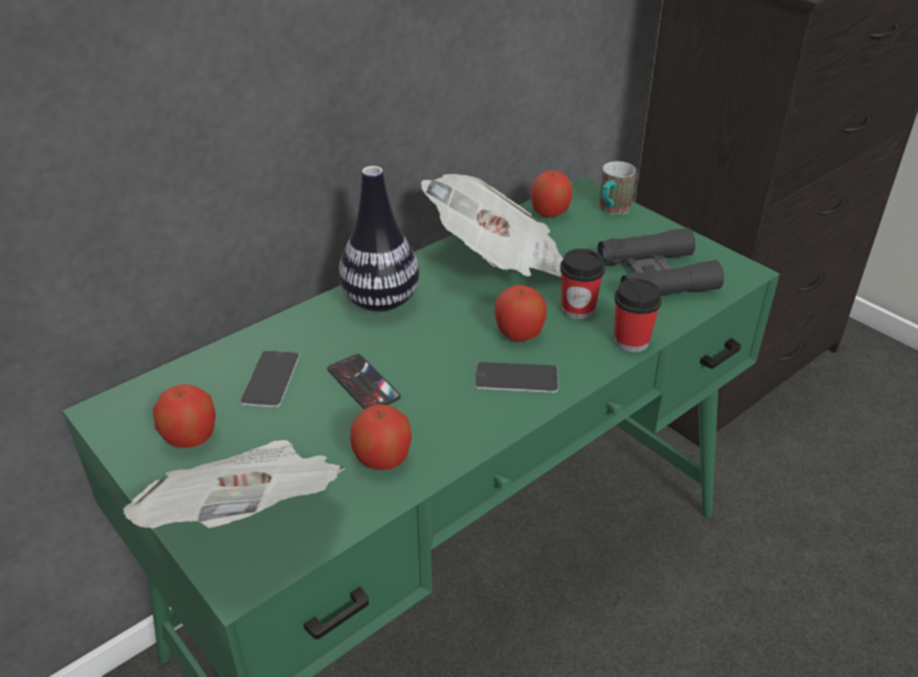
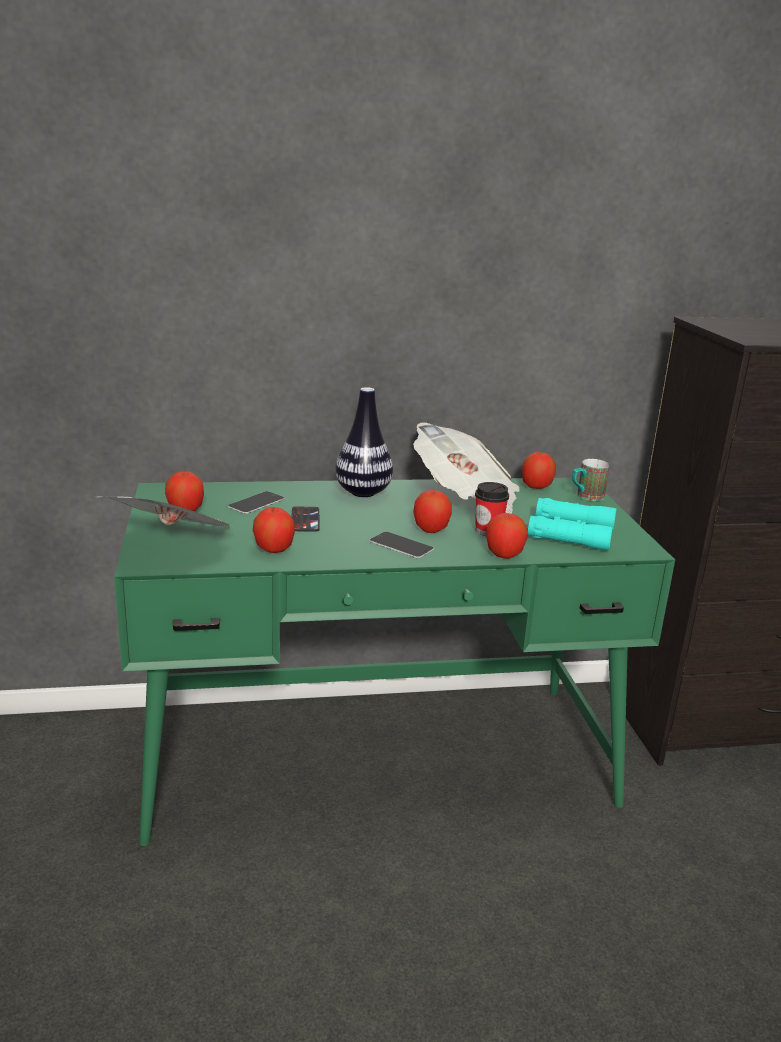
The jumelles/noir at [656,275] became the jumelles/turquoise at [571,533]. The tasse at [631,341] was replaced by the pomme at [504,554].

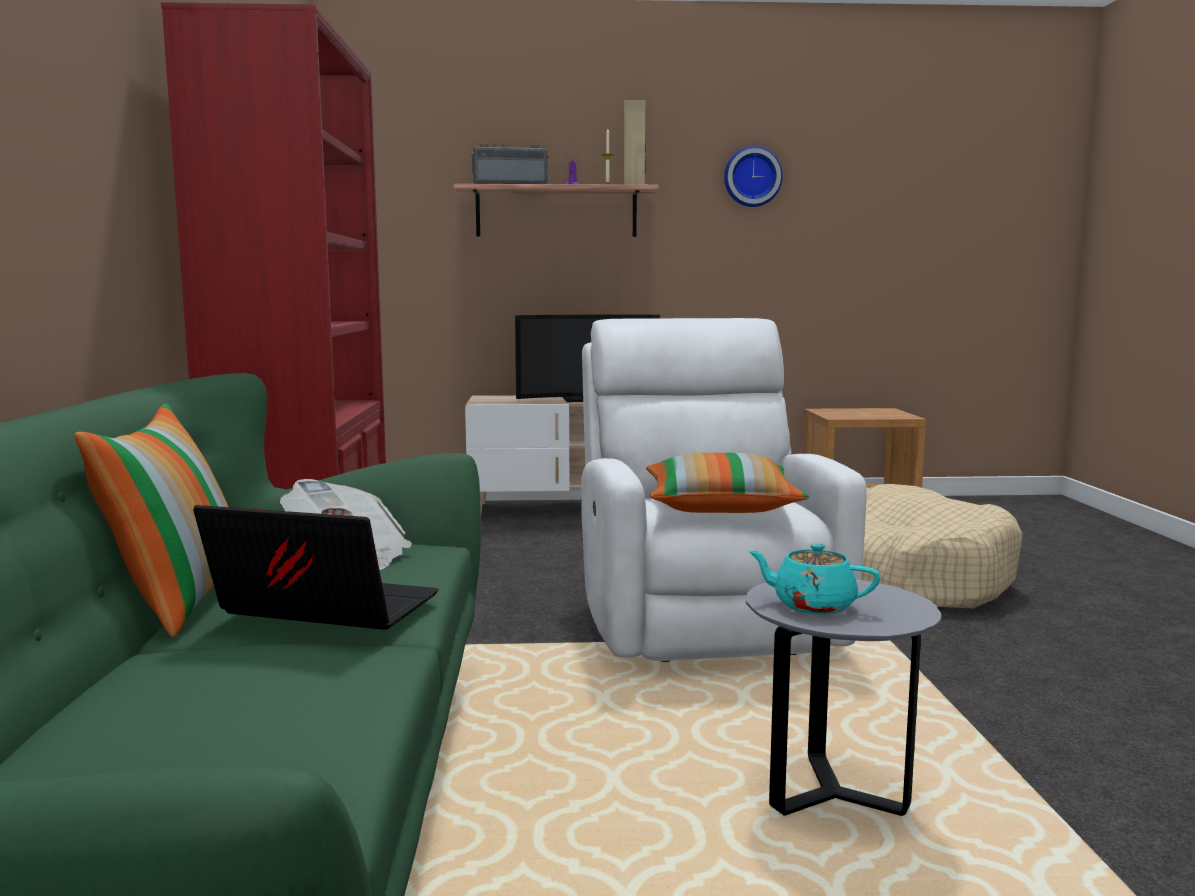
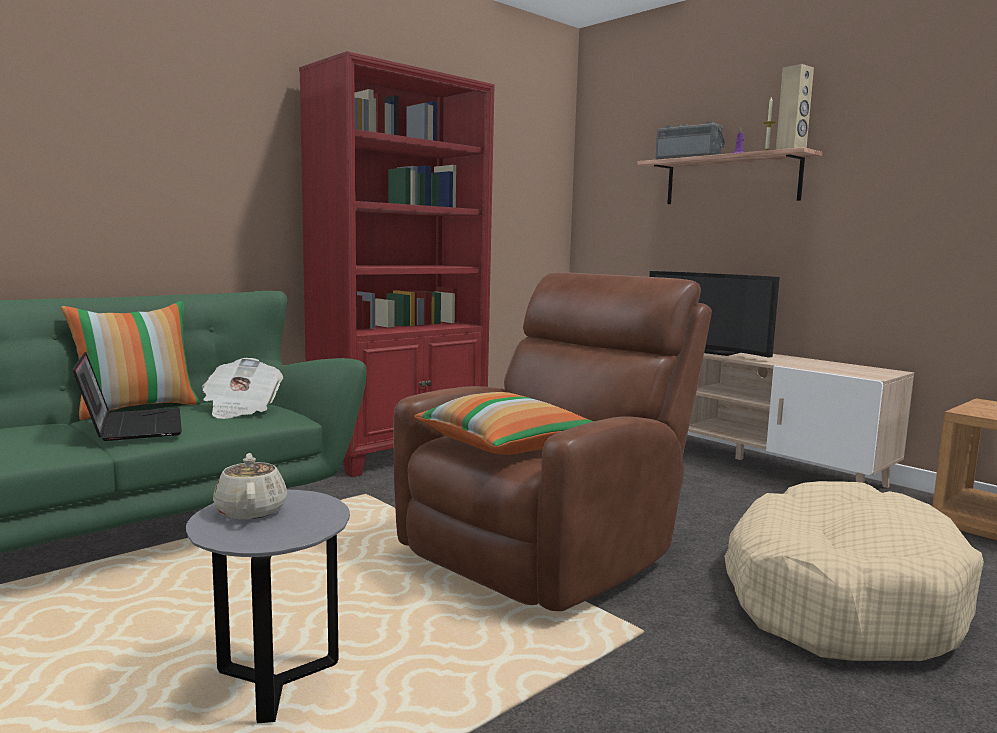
The horloge murale at [752,177] disappeared. The fauteuil/blanc at [704,622] became the fauteuil/marron at [548,553]. The théière/turquoise at [812,605] became the théière/beige at [251,510].

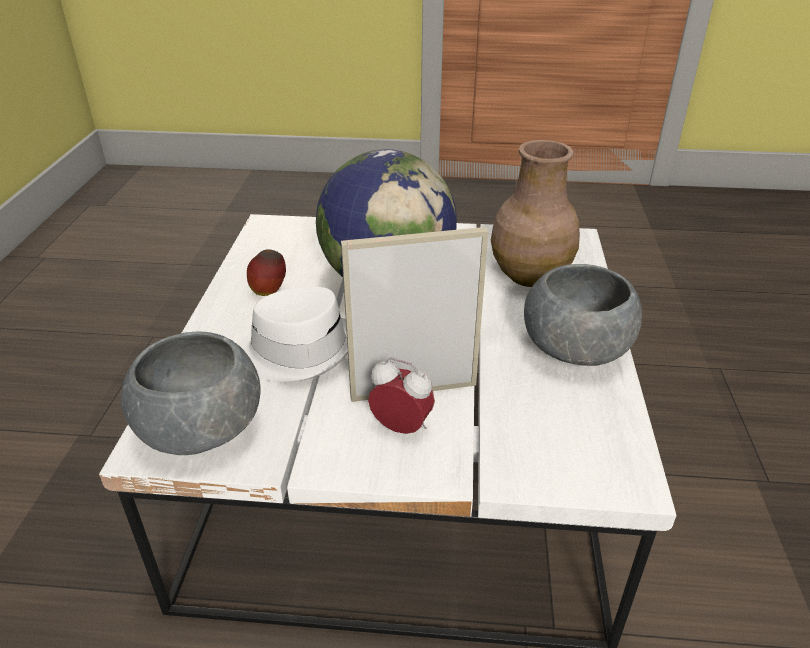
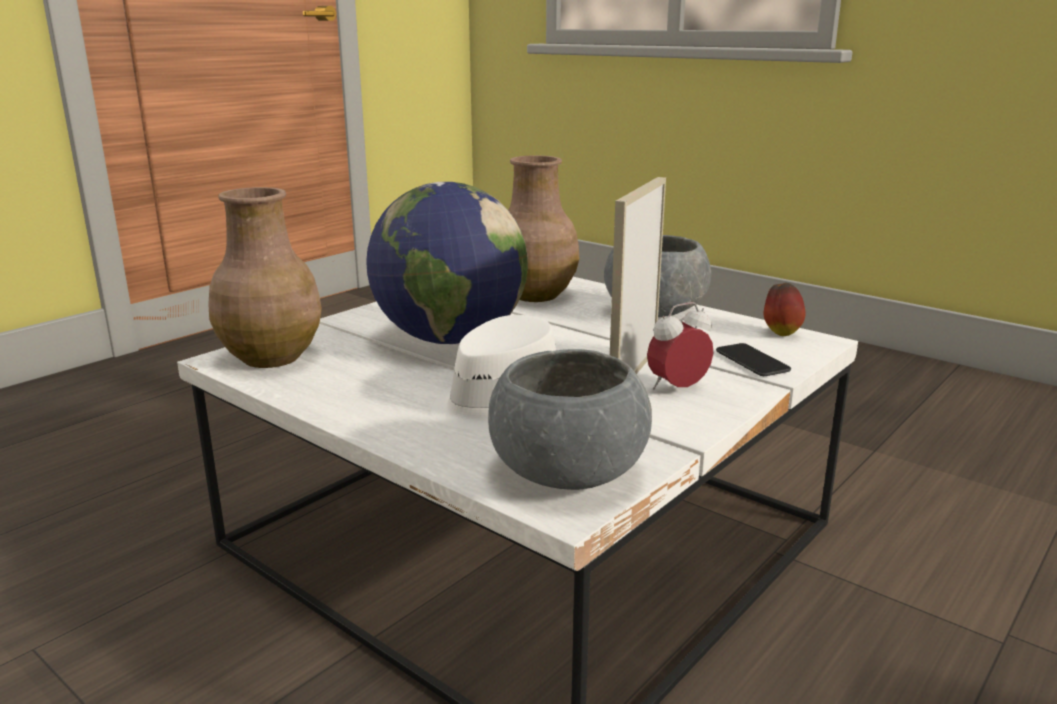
The pomme moved from [269,292] to [781,333]. The vase/marron at [273,357] appeared. The téléphone at [752,361] appeared.

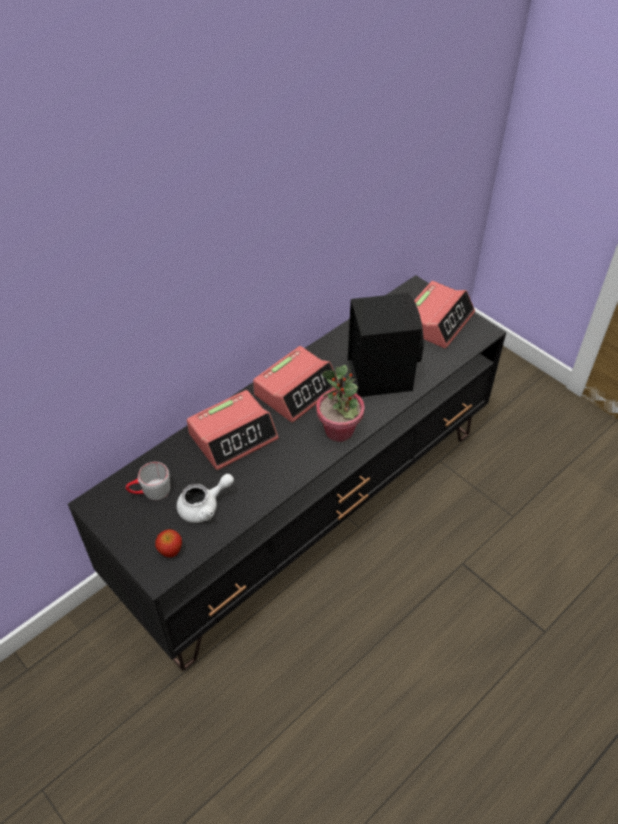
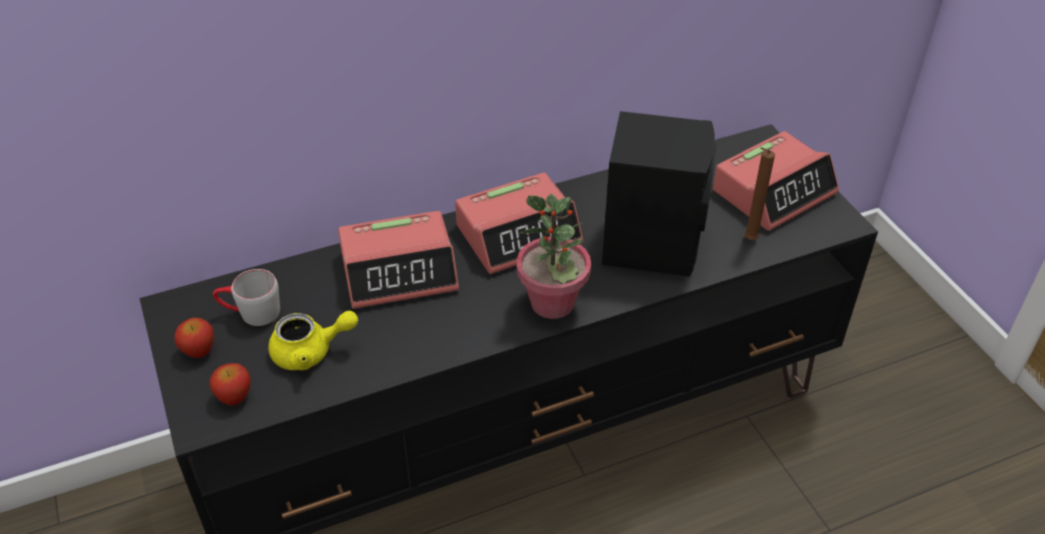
The théière/blanc at [204,506] became the théière/jaune at [311,352]. The bougie/marron at [748,240] appeared. The pomme at [199,350] appeared.

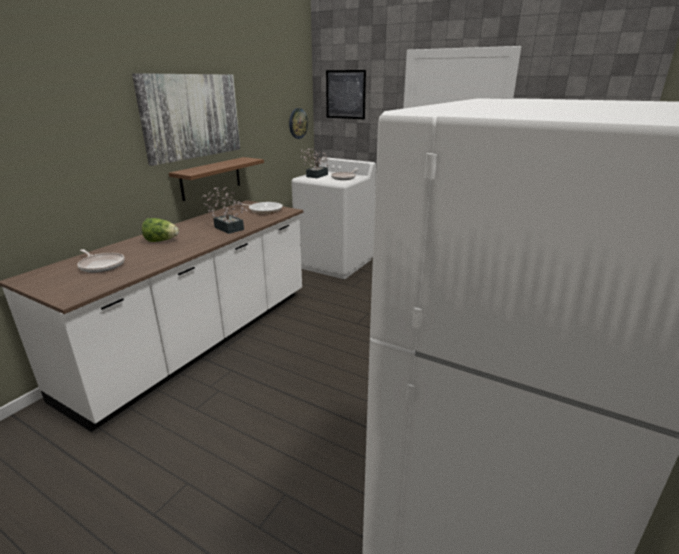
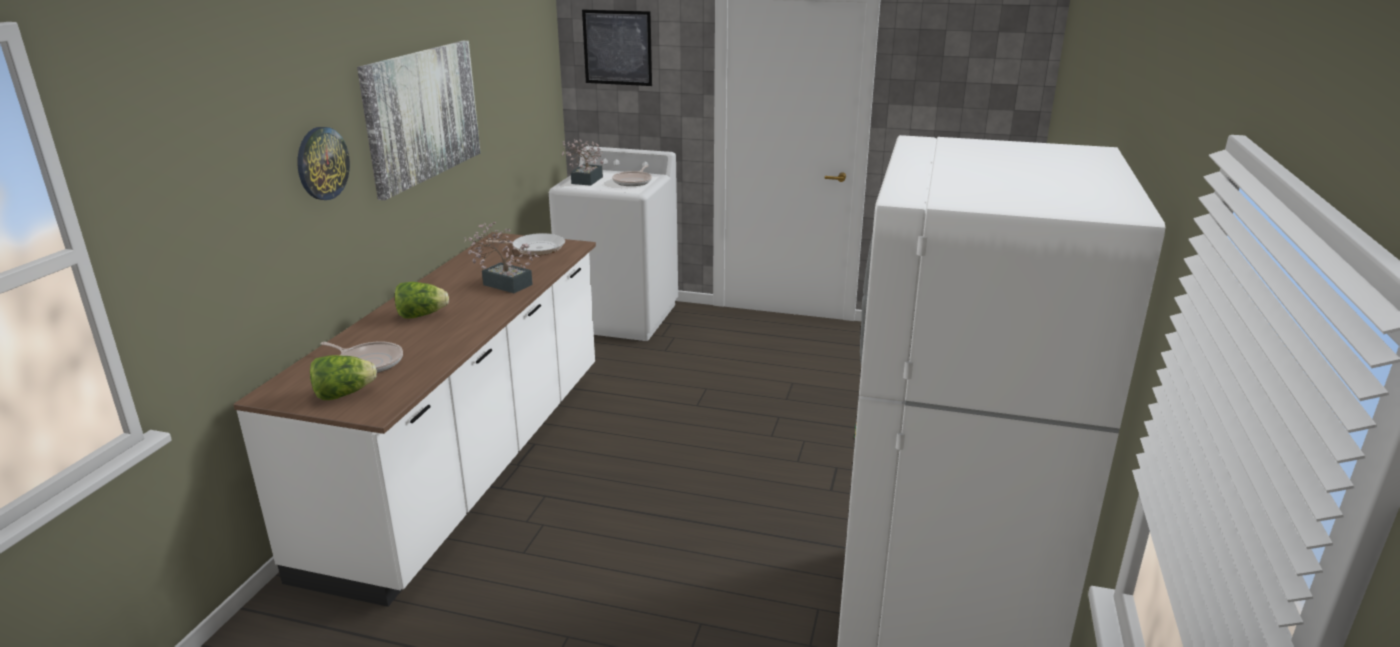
The horloge murale moved from [297,123] to [322,163]. The étagère/marron at [211,178] disappeared. The laitue at [344,394] appeared.

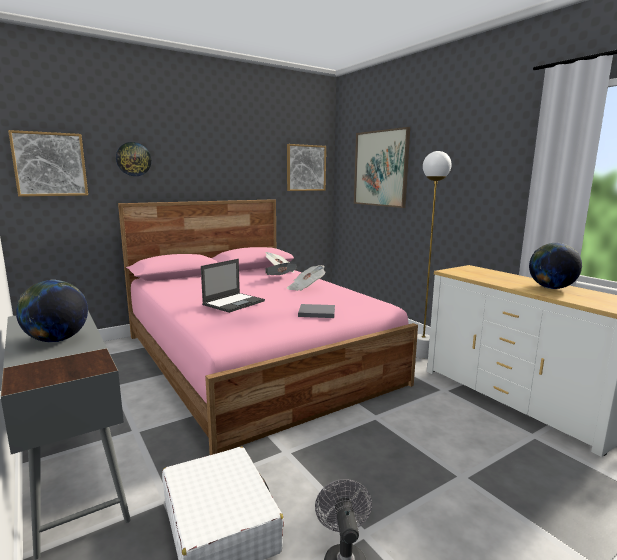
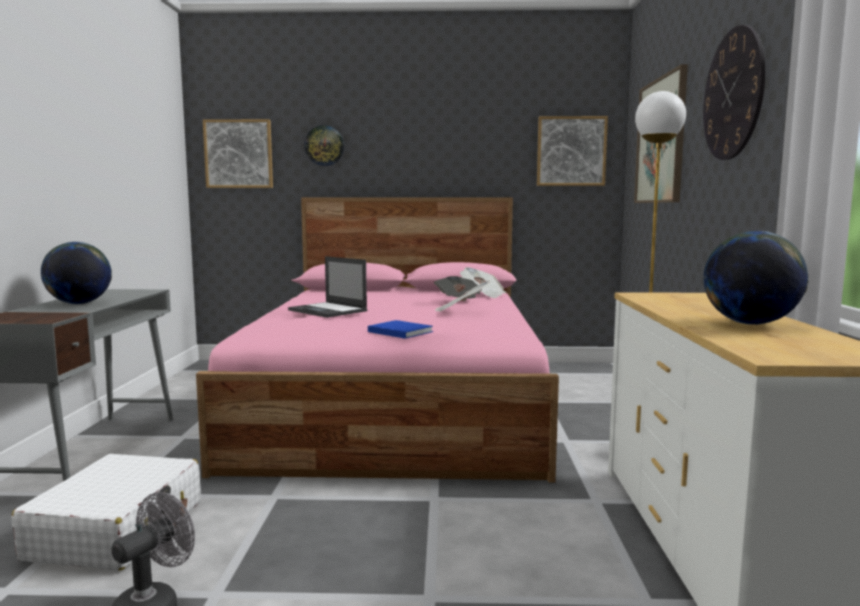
The ordinateur portable at [234,302] turned 60 degrees clockwise. The livre/gris at [315,312] became the livre/bleu at [399,331]. The horloge murale at [733,94] appeared.

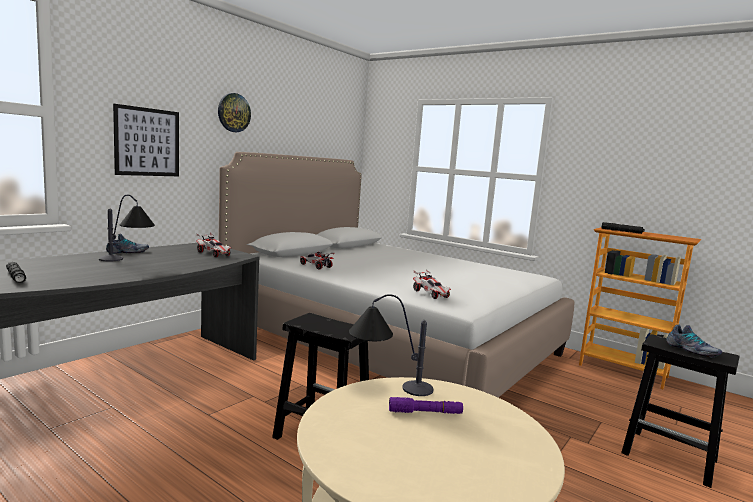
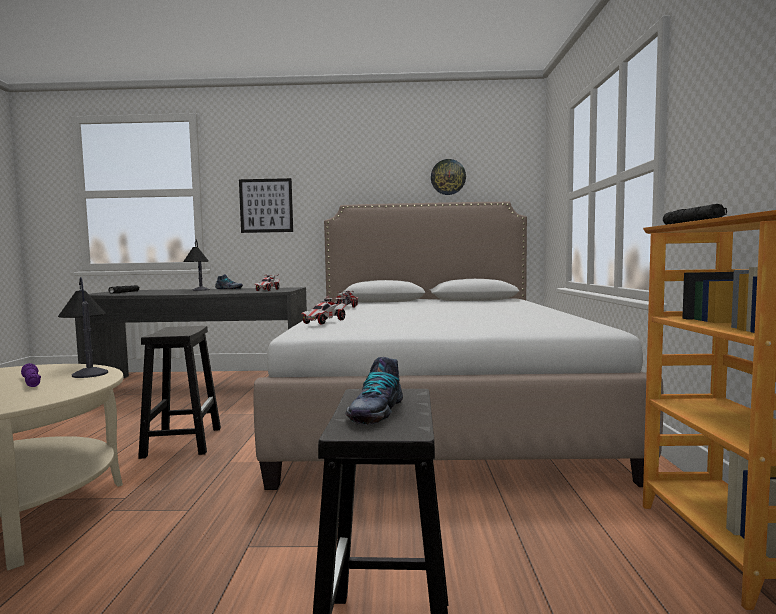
The horloge murale moved from [234,112] to [448,177].

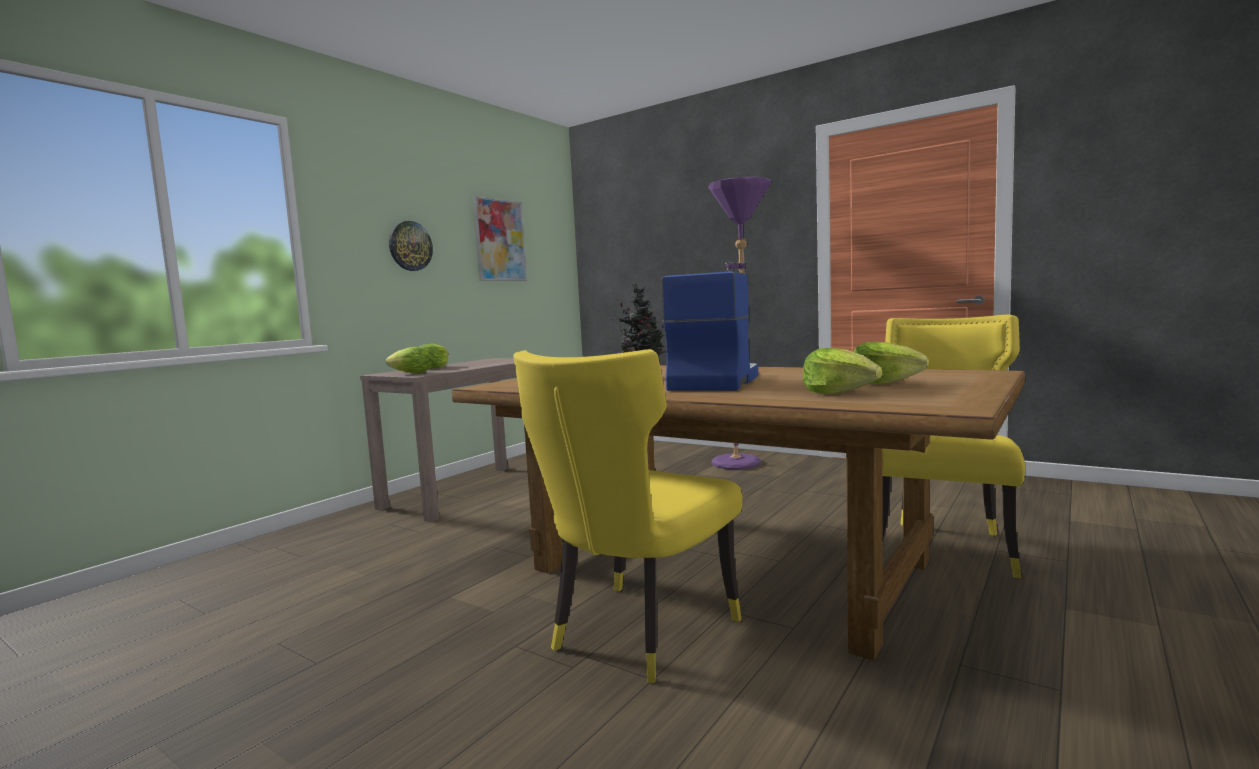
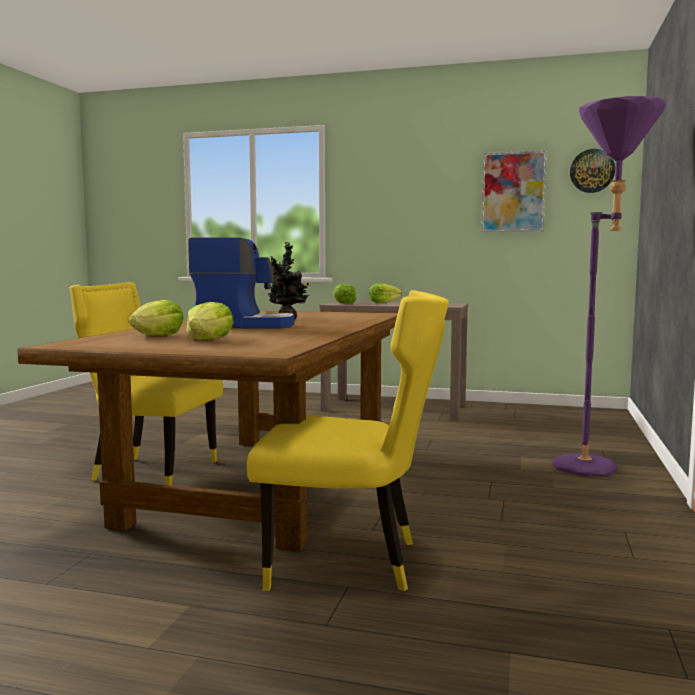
The horloge murale moved from [410,246] to [592,171].

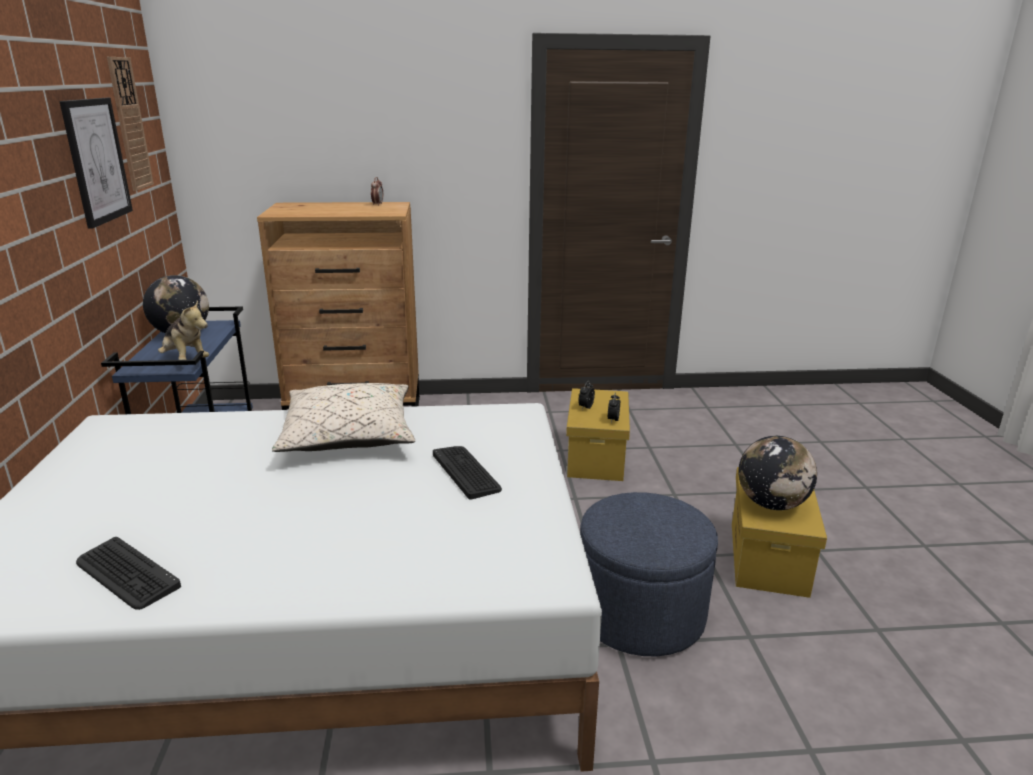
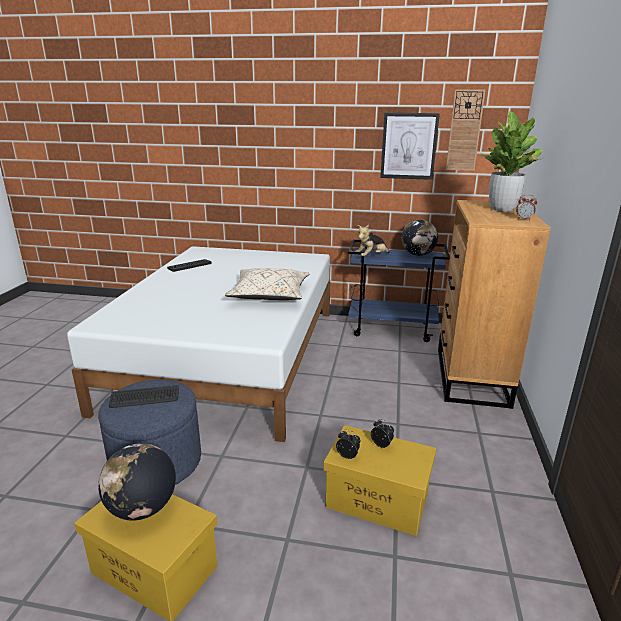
The clavier moved from [466,472] to [144,397]. The plante en pot at [503,209] appeared.

